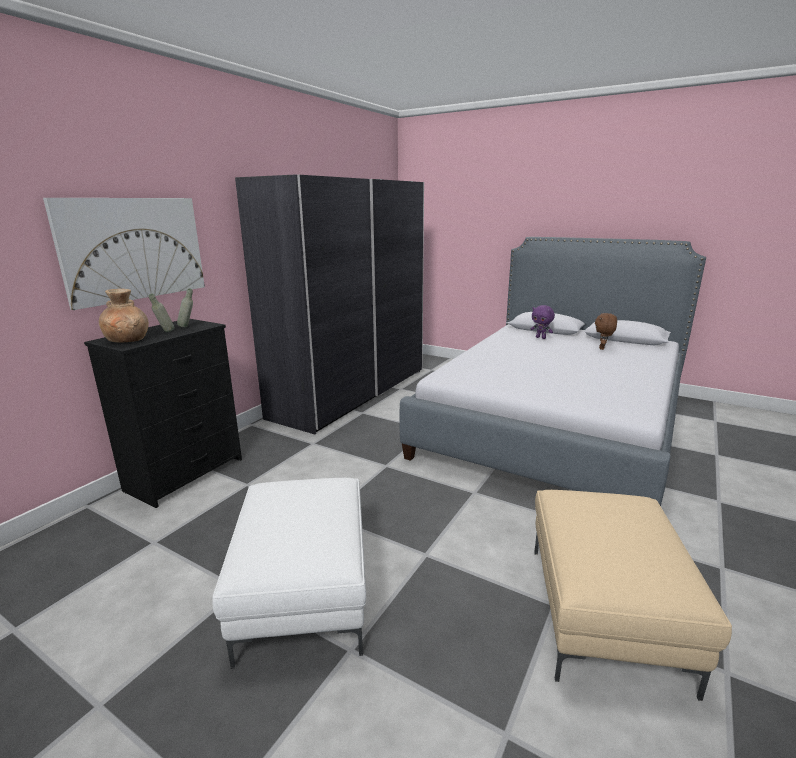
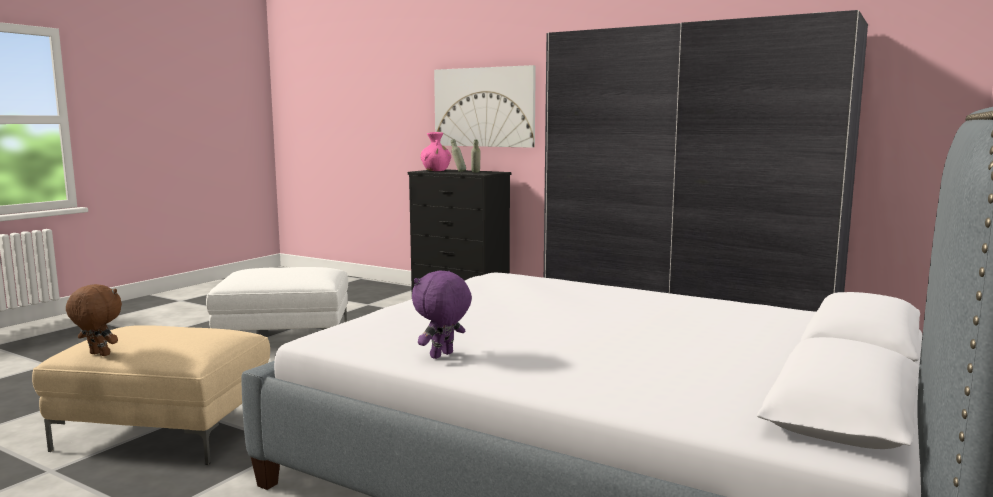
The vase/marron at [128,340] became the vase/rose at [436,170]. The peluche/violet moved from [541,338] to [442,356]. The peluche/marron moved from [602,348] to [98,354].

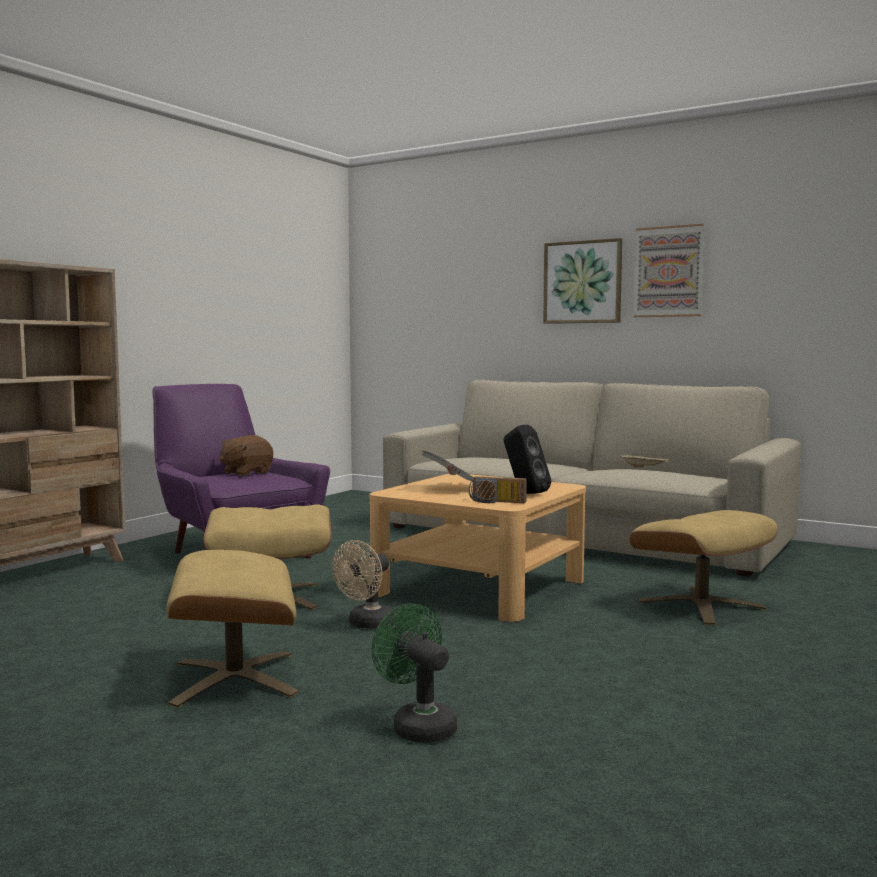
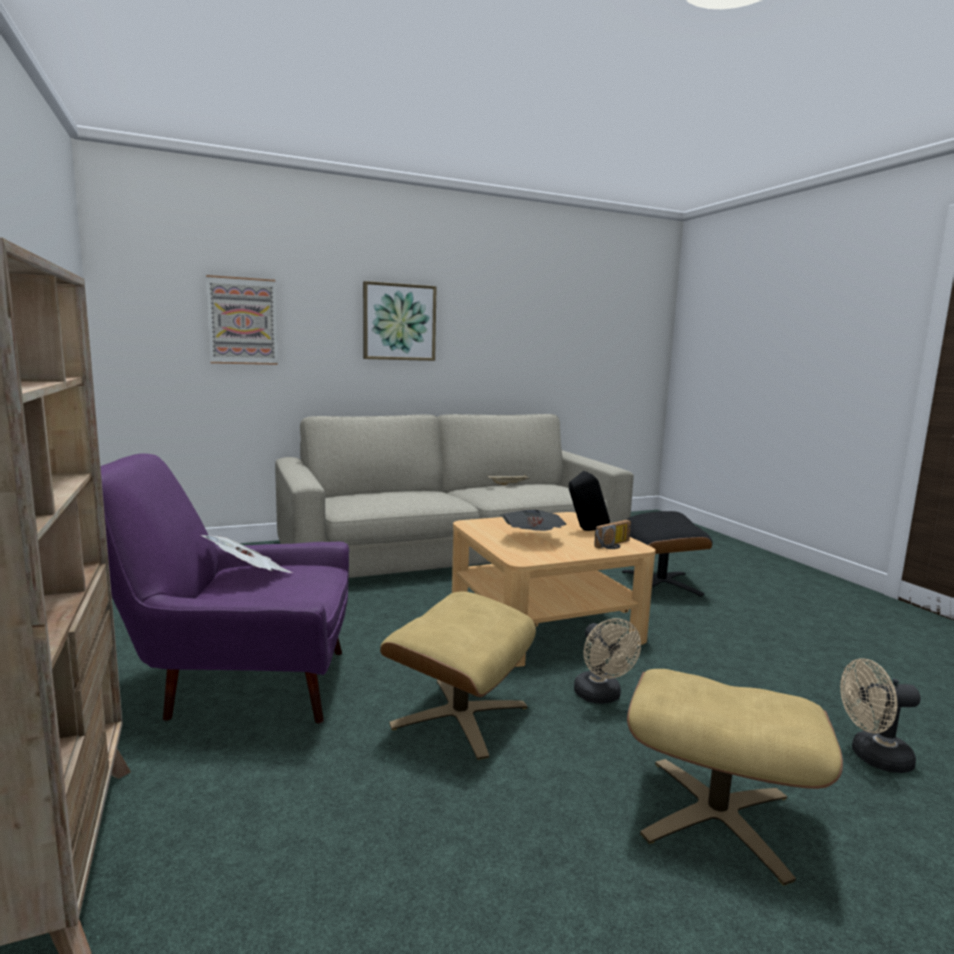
The tableau moved from [668,272] to [242,321]. The peluche/marron at [246,473] was replaced by the journal at [249,575]. The pouf/beige at [701,605] became the pouf/noir at [661,583]. The ventilateur/vert at [418,726] became the ventilateur/beige at [872,757].

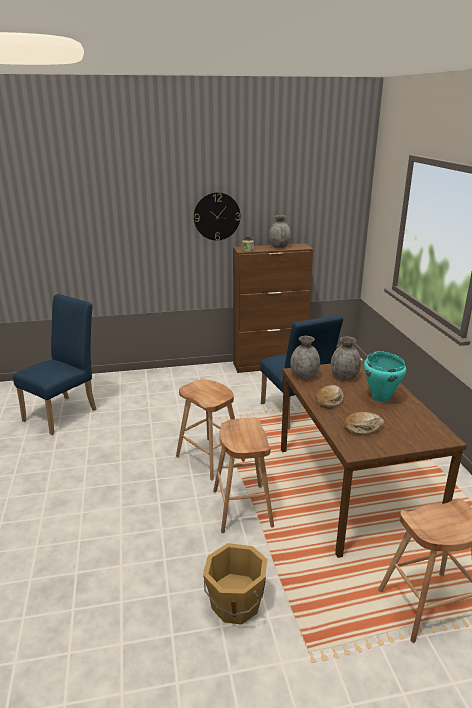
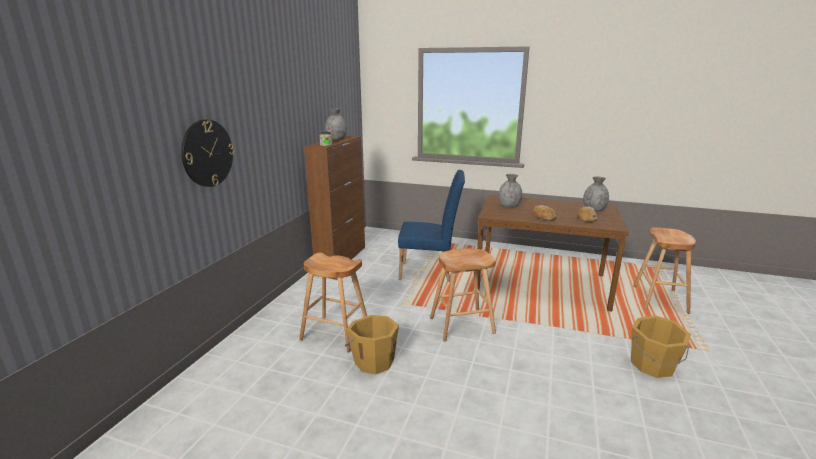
The horloge murale moved from [217,216] to [207,153]. The chaise/bleu at [65,412] disappeared. The vase/gris moved from [304,376] to [593,210]. The marmite/turquoise at [380,398] disappeared. The tabouret/marron moved from [242,508] to [336,333]. The seau/orange at [373,361] appeared.

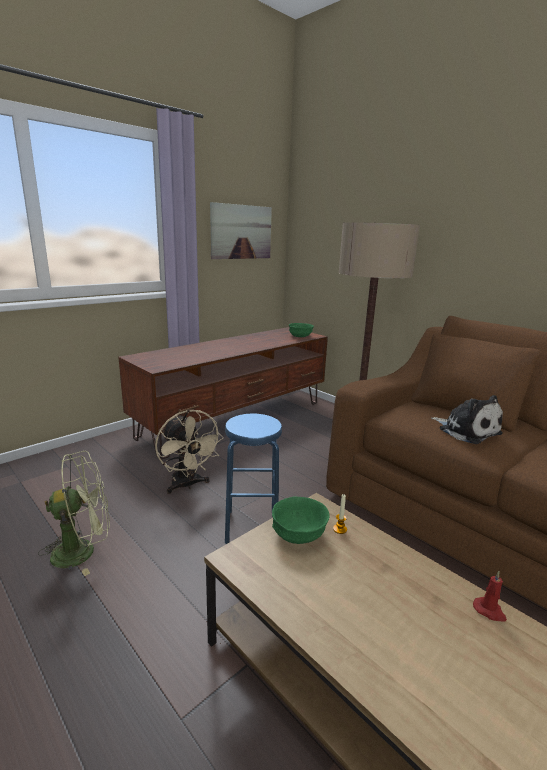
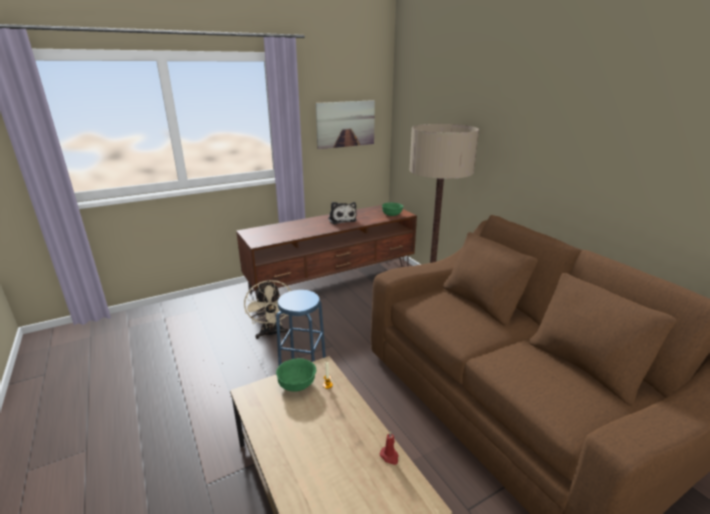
The peluche moved from [466,430] to [341,219]. The ventilateur/vert at [83,550] disappeared.

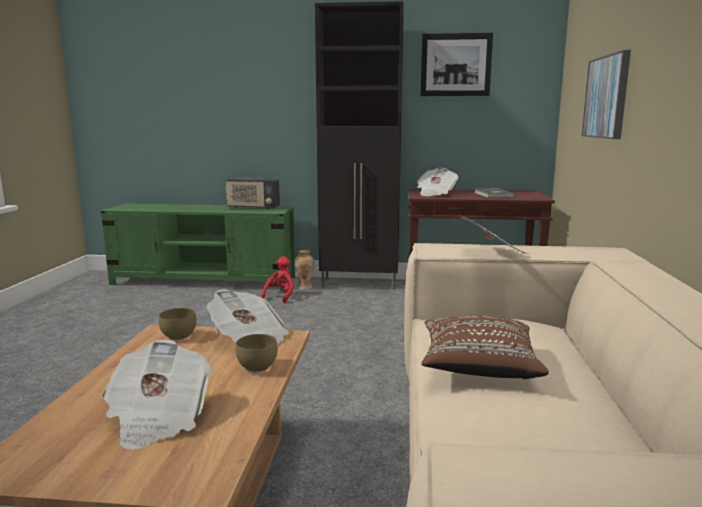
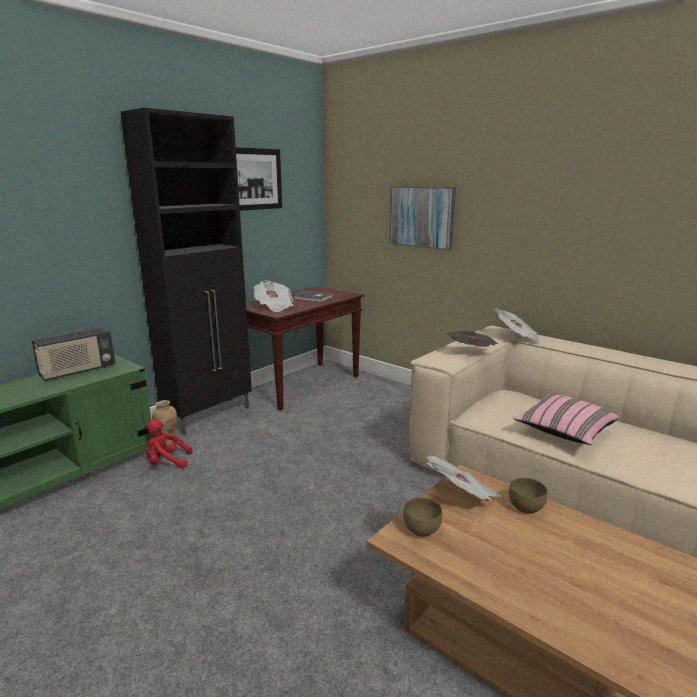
The peluche/rouge at [280,296] turned 60 degrees counterclockwise. The coussin/marron at [478,366] became the coussin/rose at [564,432]. The journal moved from [158,418] to [517,337].

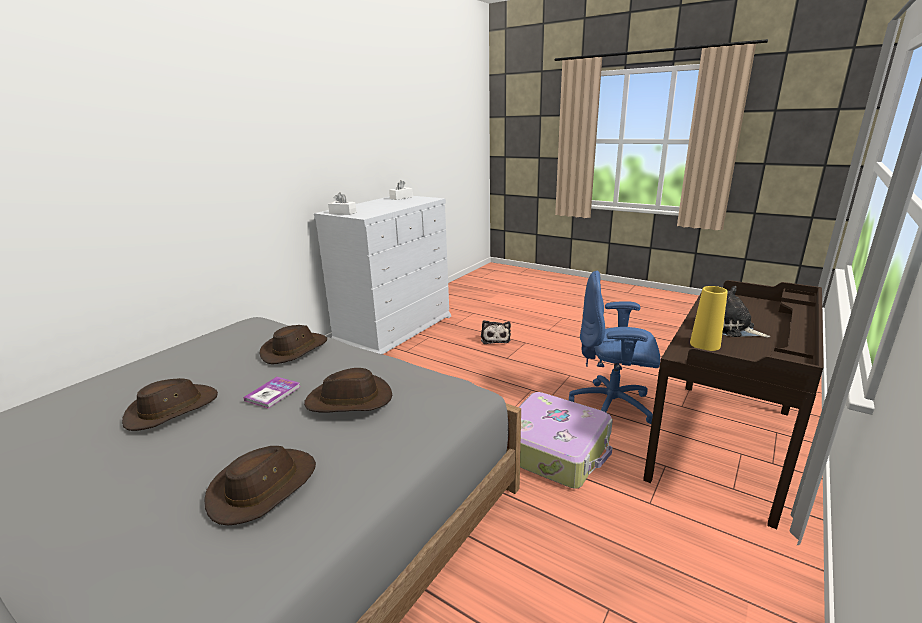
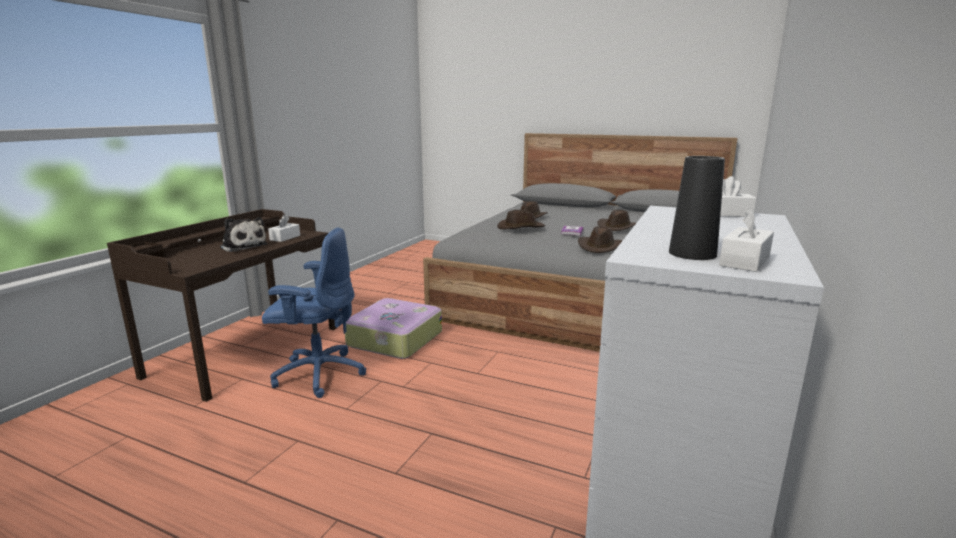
The vase/jaune at [705,344] was replaced by the boîte à mouchoirs/blanc at [285,238]. The peluche at [495,338] disappeared. The vase/noir at [692,253] appeared.

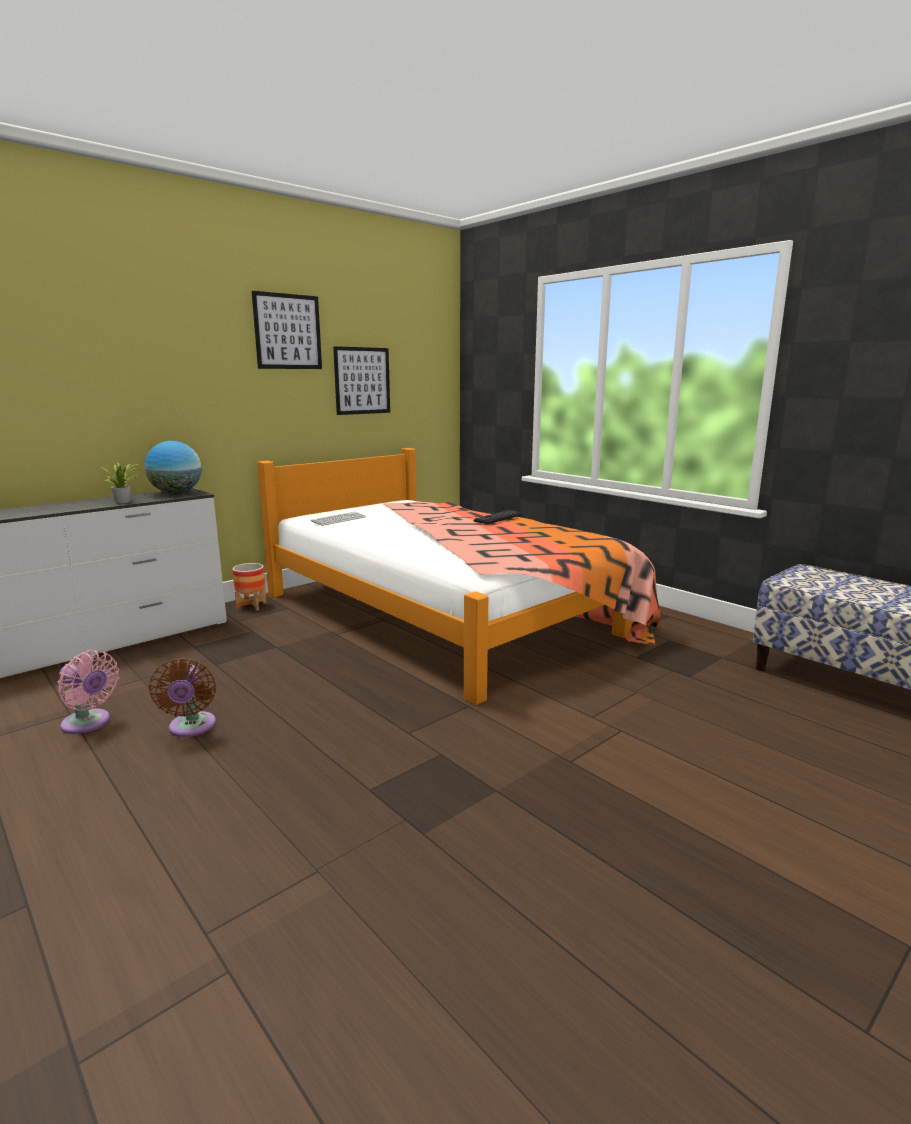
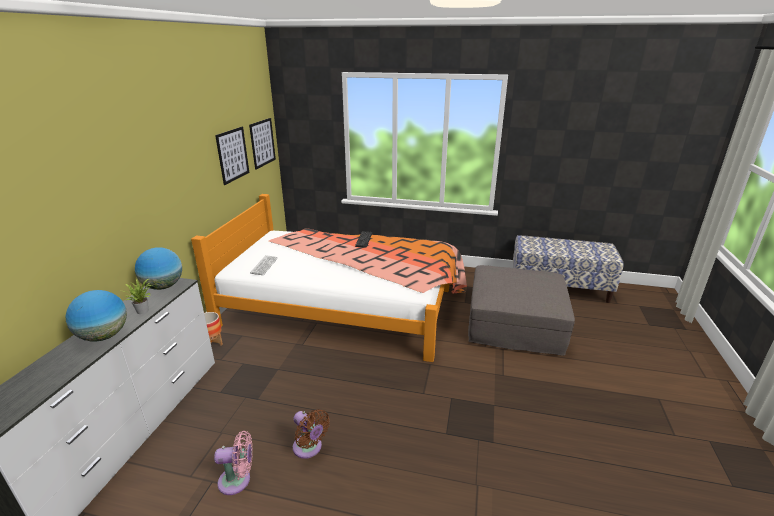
The tableau moved from [288,331] to [262,143]. The pouf/gris at [514,324] appeared. The globe at [104,336] appeared.

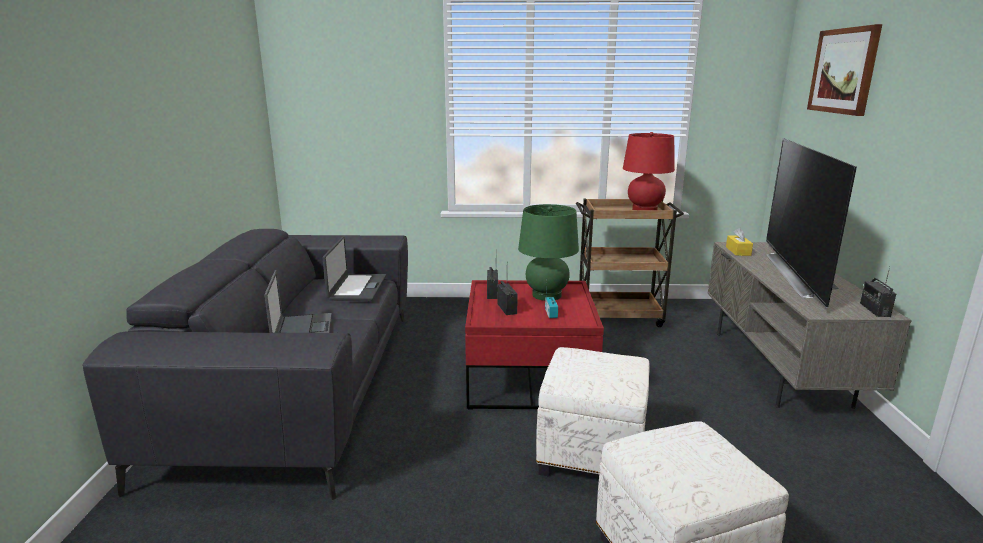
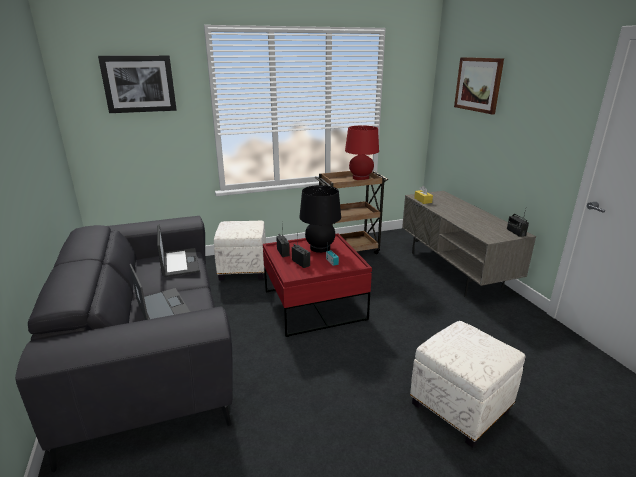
The téléviseur at [800,274] disappeared. The lampe de table/vert at [546,295] became the lampe de table/noir at [320,248]. The pouf/blanc moved from [592,456] to [243,269]. The tableau at [139,84] appeared.

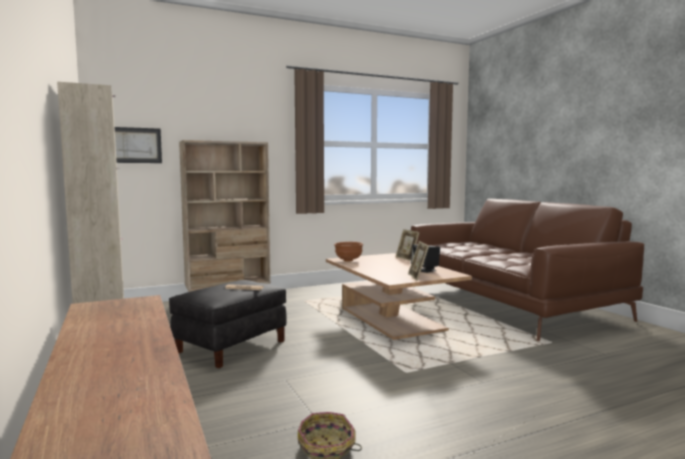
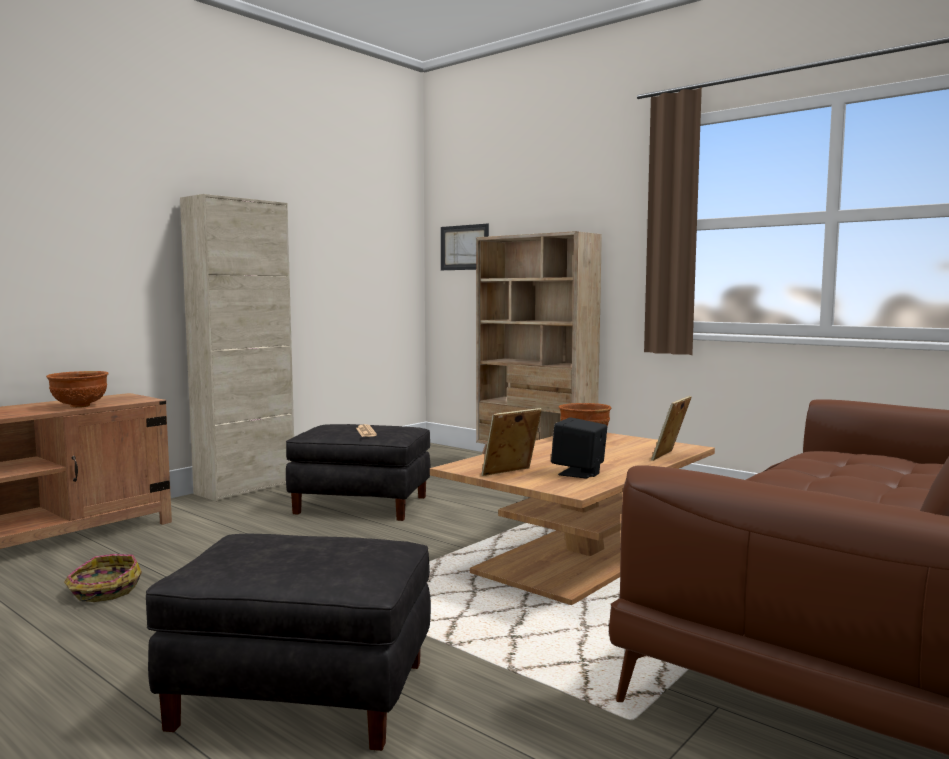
The bol/marron at [79,406] appeared. The pouf/noir at [300,696] appeared.

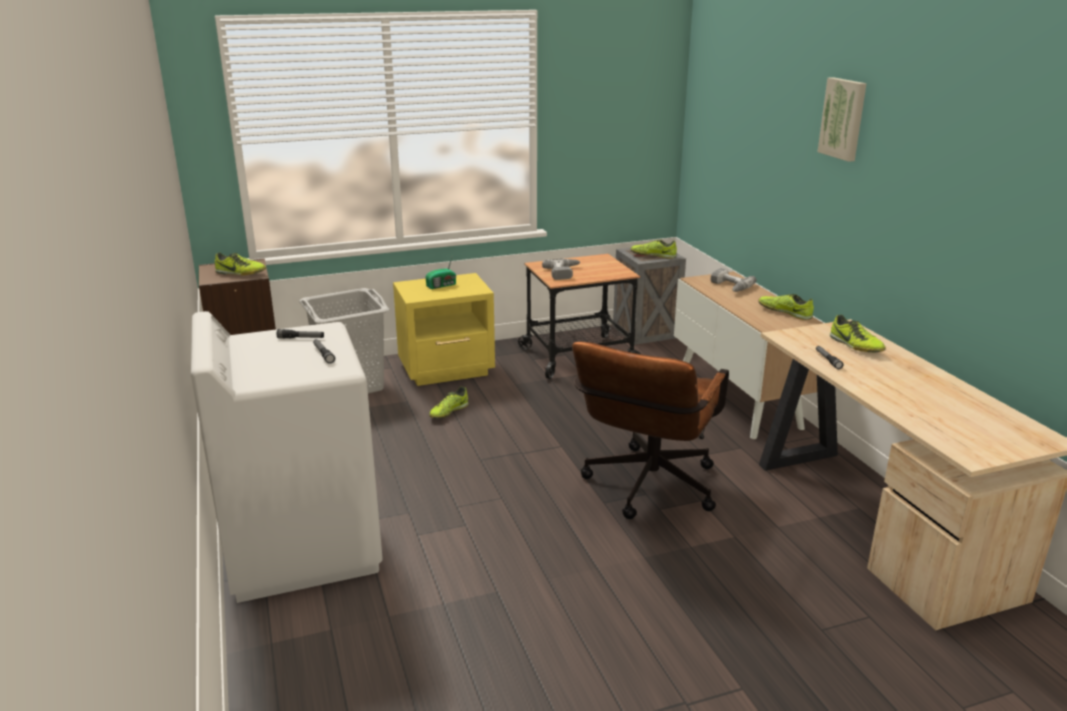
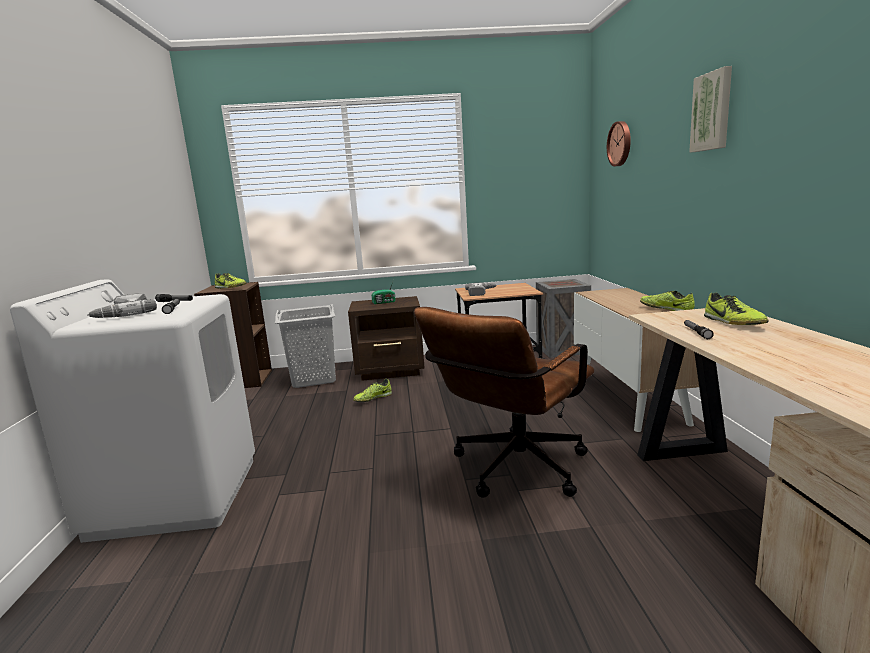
The chaussure at [653,255] disappeared. The perceuse moved from [729,286] to [123,314]. The table de chevet/jaune at [448,370] became the table de chevet/marron at [391,371]. The horloge murale at [620,143] appeared.

